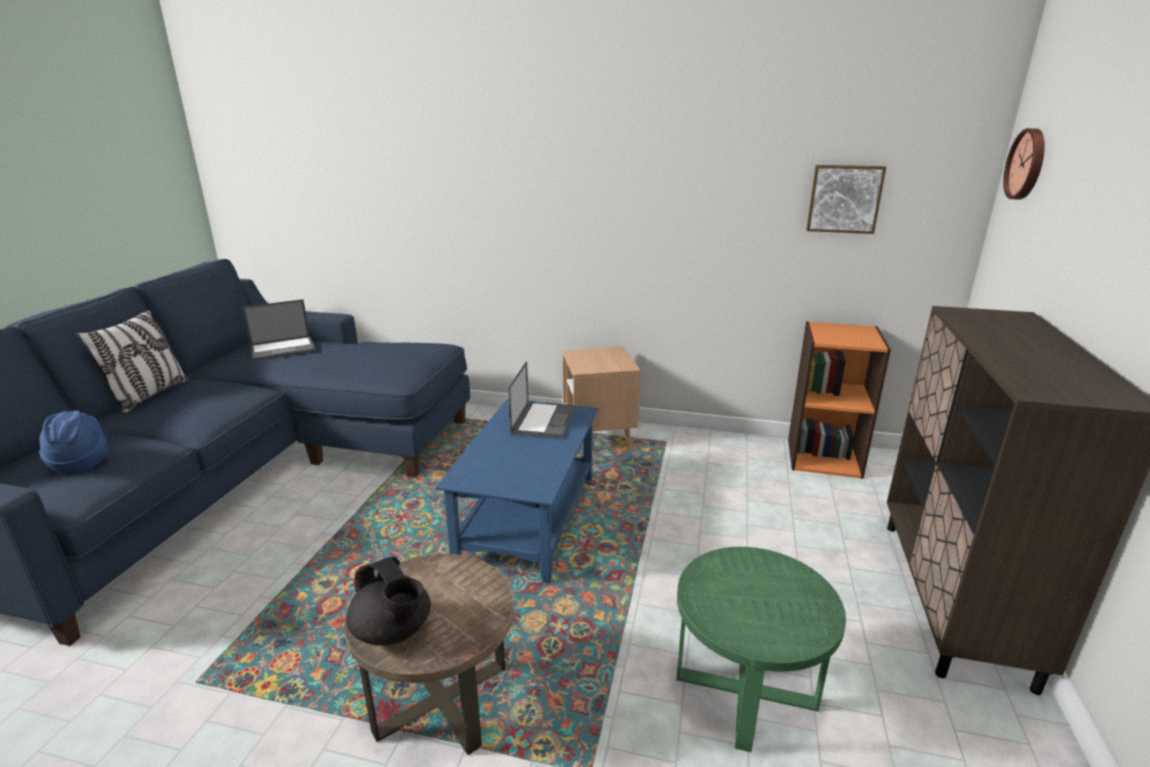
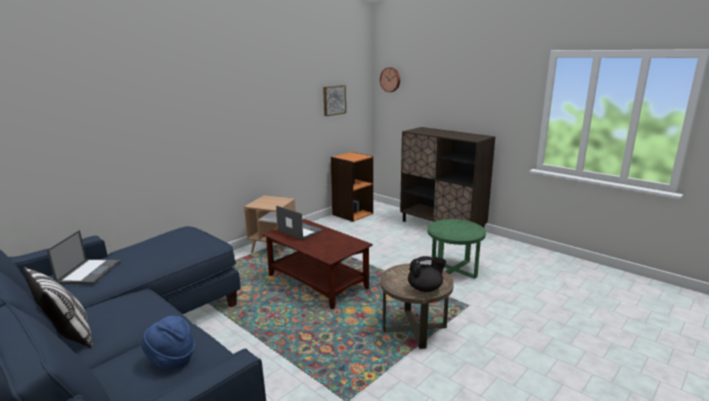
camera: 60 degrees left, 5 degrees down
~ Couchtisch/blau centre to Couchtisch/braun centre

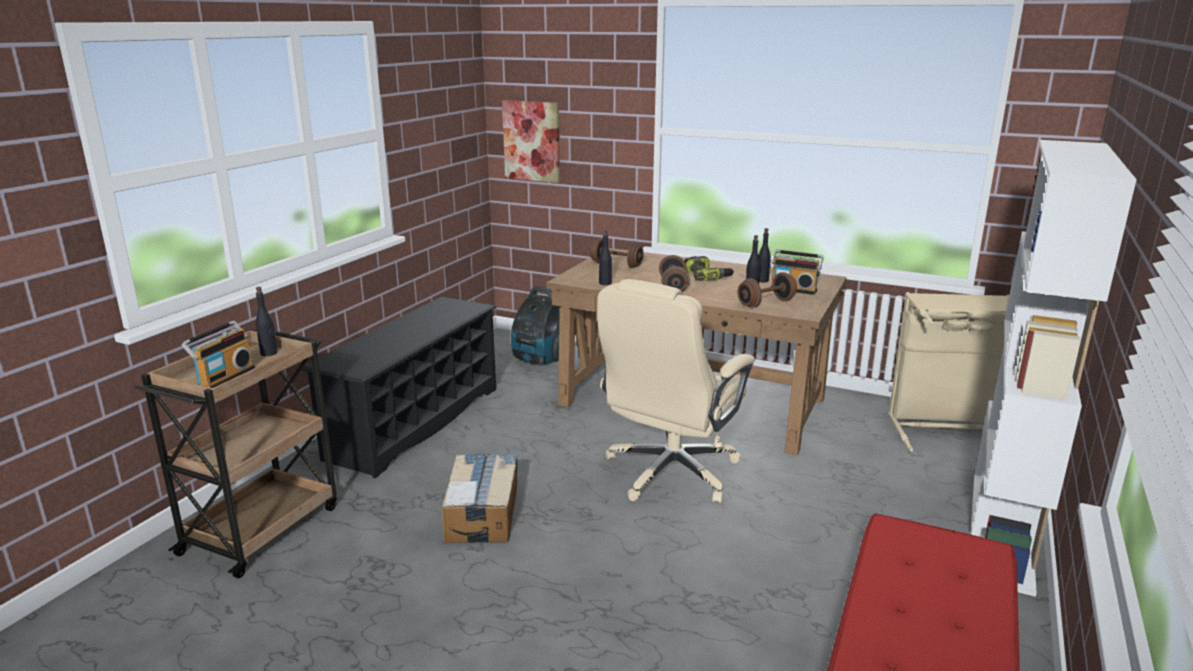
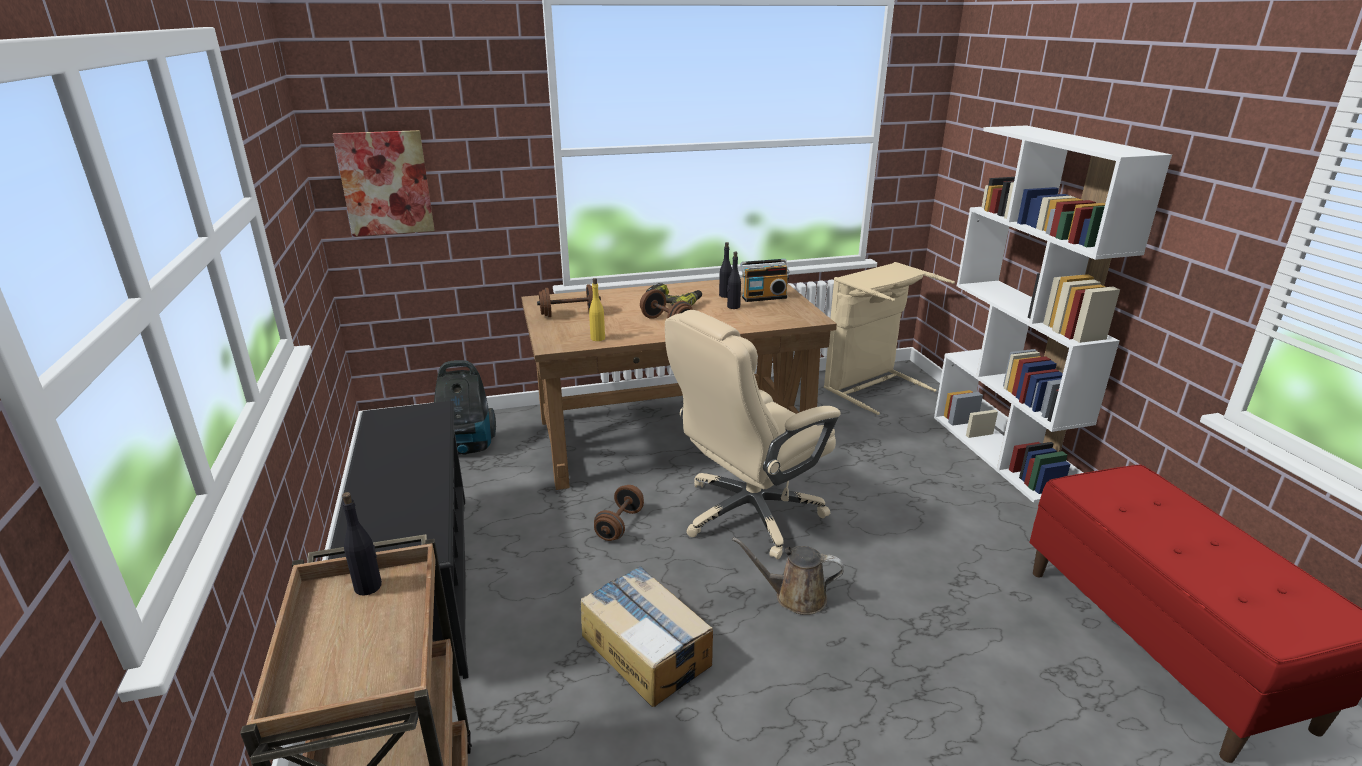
camera: 40 degrees left, 5 degrees up
- Radio (no. 1 from left) middle left
+ Gießkanne/braun bottom centre
~ Hantel/braun (no. 3 from left in the first image) centre to Hantel/braun (no. 2 from left) bottom centre
~ Flasche/schwarz (no. 2 from left) centre to Flasche/gelb centre
~ Bürostuhl/beige centre = centre 60 degrees clockwise

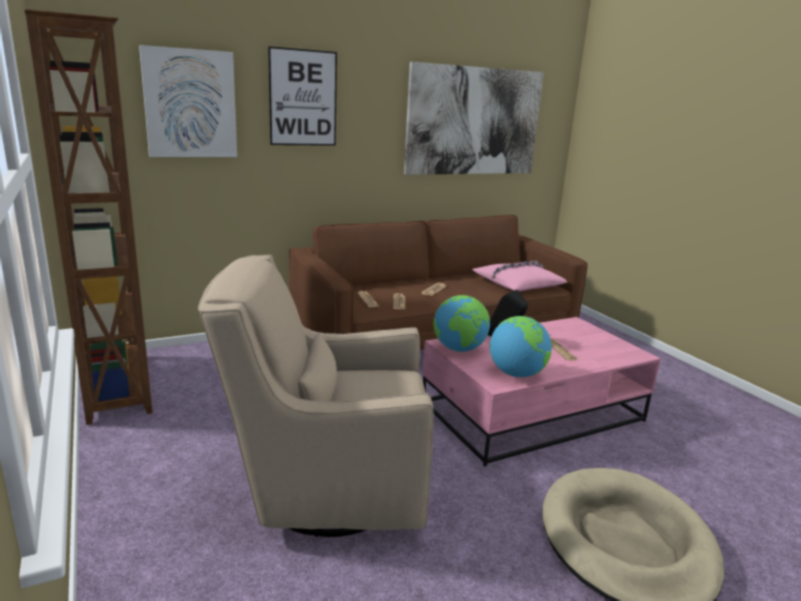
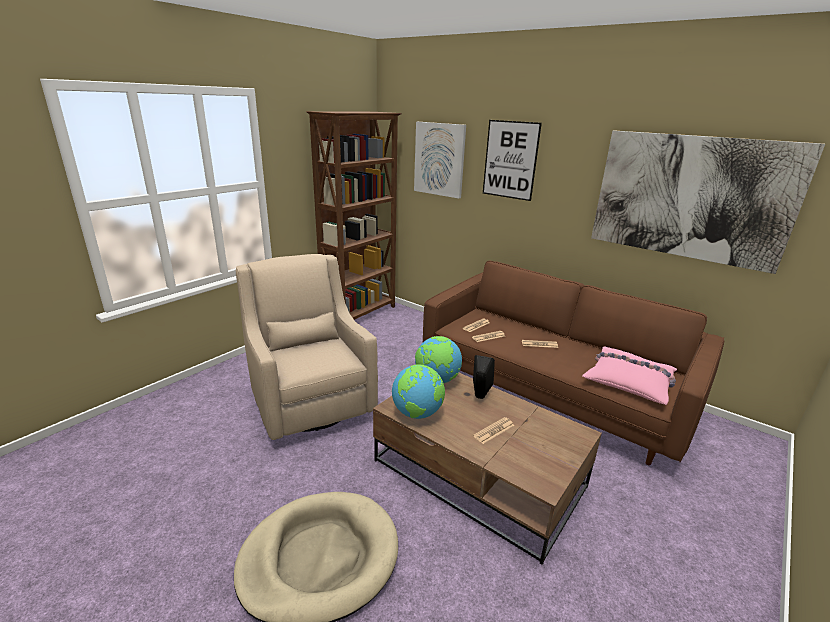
camera: 65 degrees right, 5 degrees up
~ Couchtisch/rosa middle right to Couchtisch/braun bottom centre

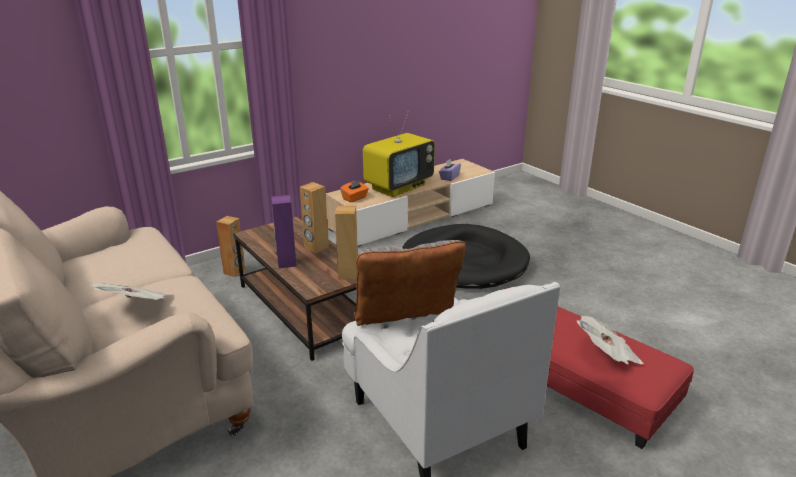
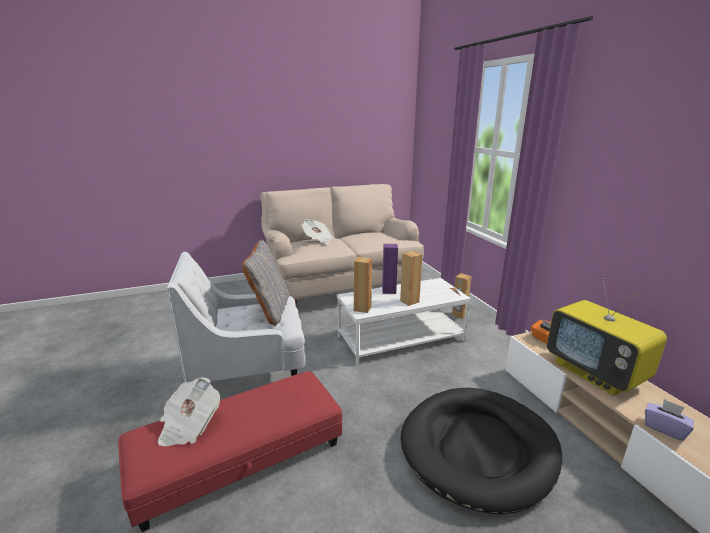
camera: 105 degrees right, 5 degrees down
~ Couchtisch/braun centre to Couchtisch/weiß centre

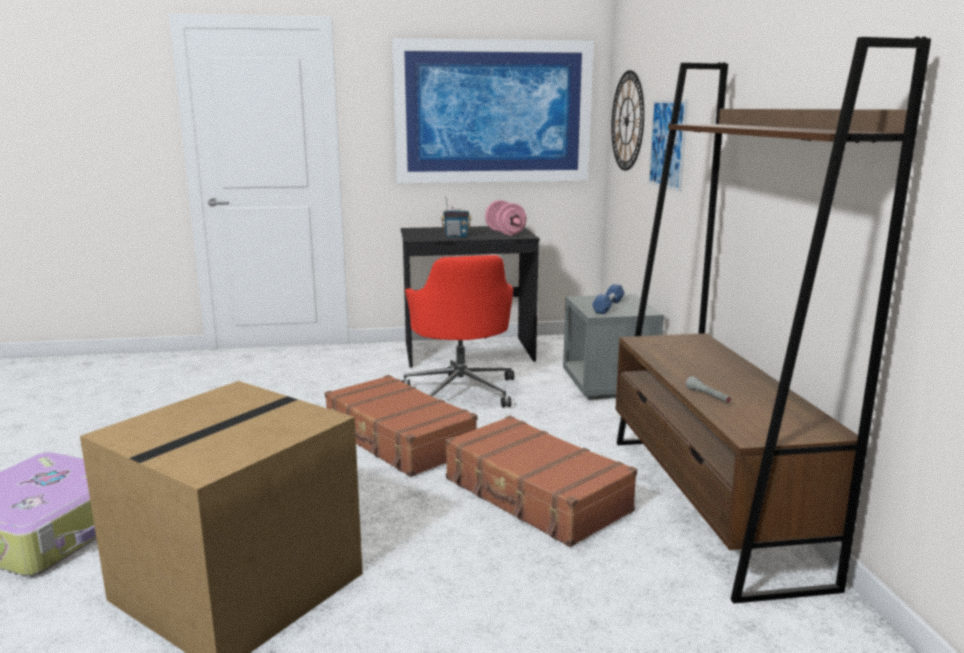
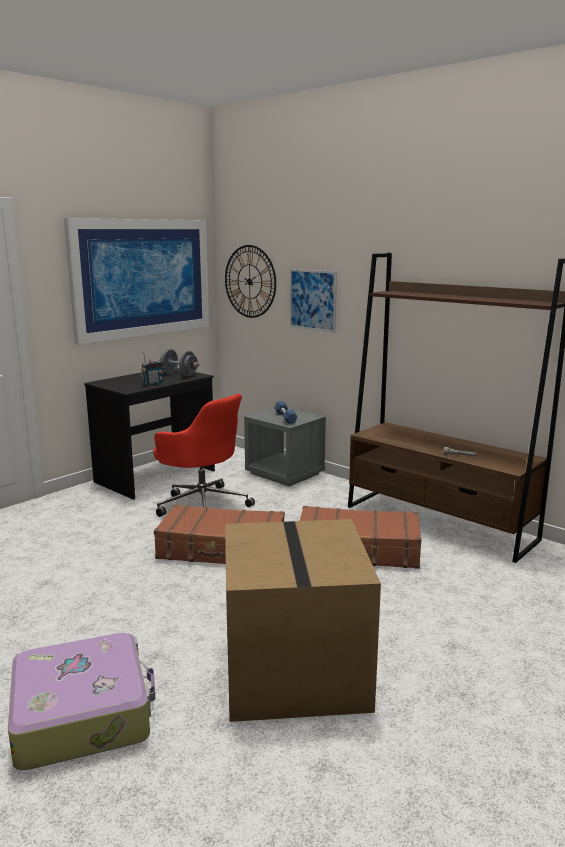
camera: 40 degrees left, 0 degrees up
~ Hantel/rosa centre to Hantel/grau middle left

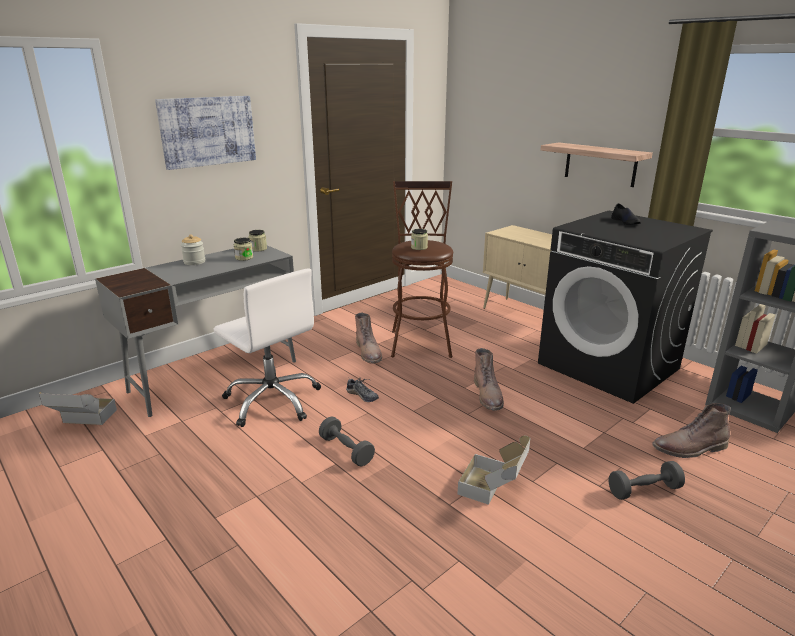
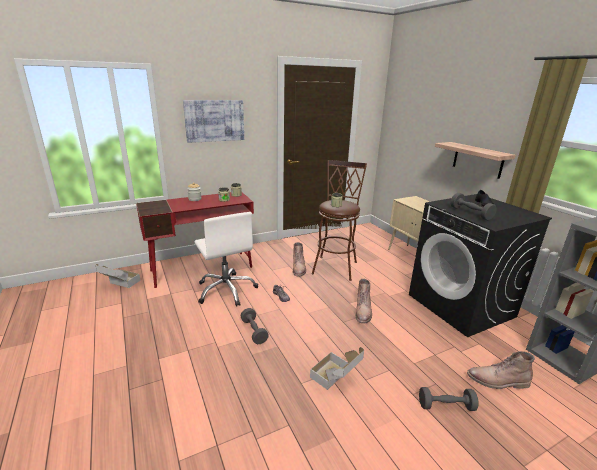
camera: 15 degrees right, 0 degrees up
+ Hantel/grau (no. 3 from left) middle right
~ Schreibtisch/grau middle left to Schreibtisch/rot middle left

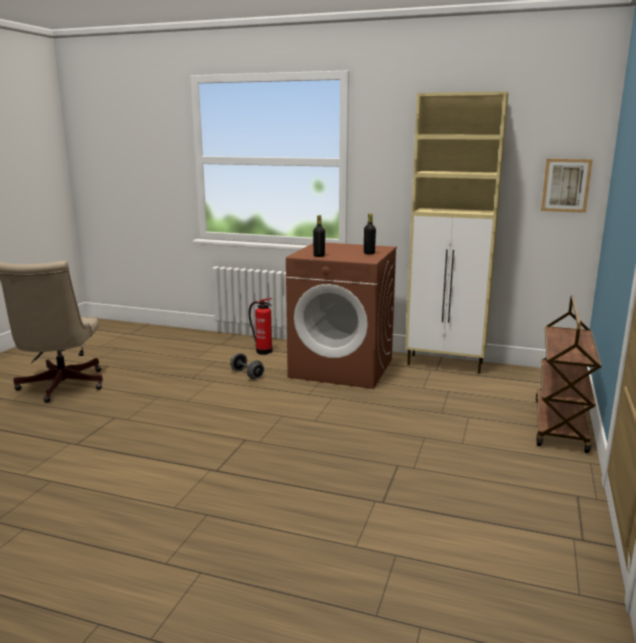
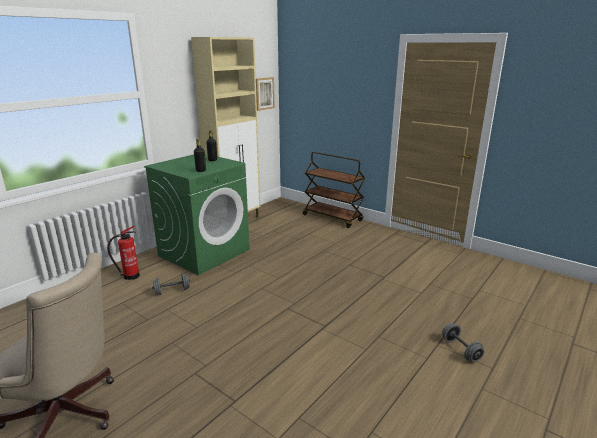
camera: 70 degrees left, 5 degrees up
+ Hantel/grau (no. 2 from left) bottom right
~ Waschmaschine/braun centre to Waschmaschine/grün middle left

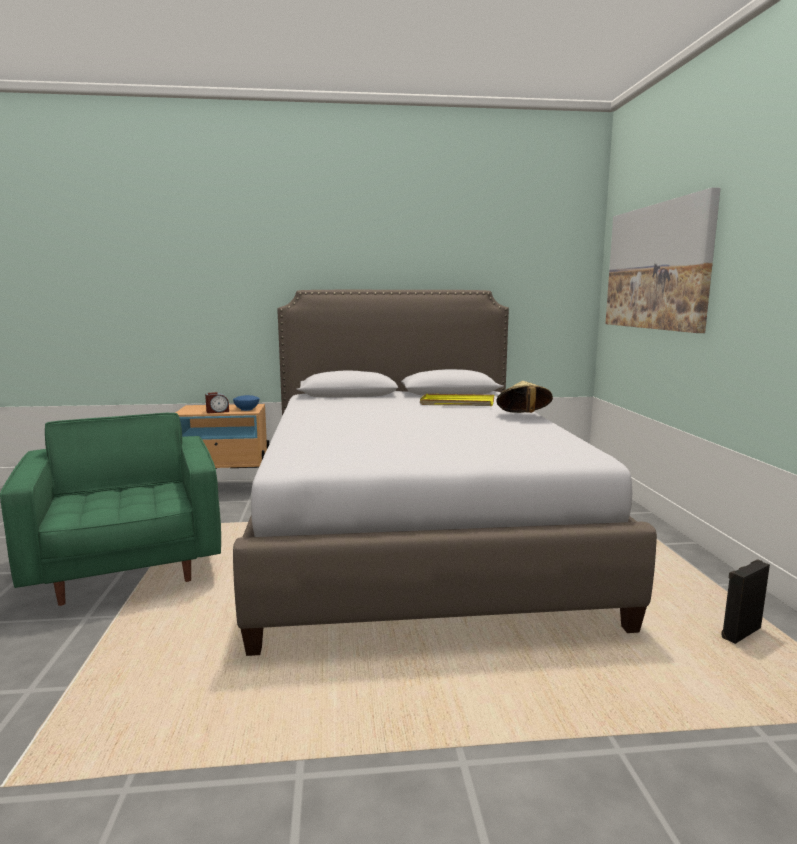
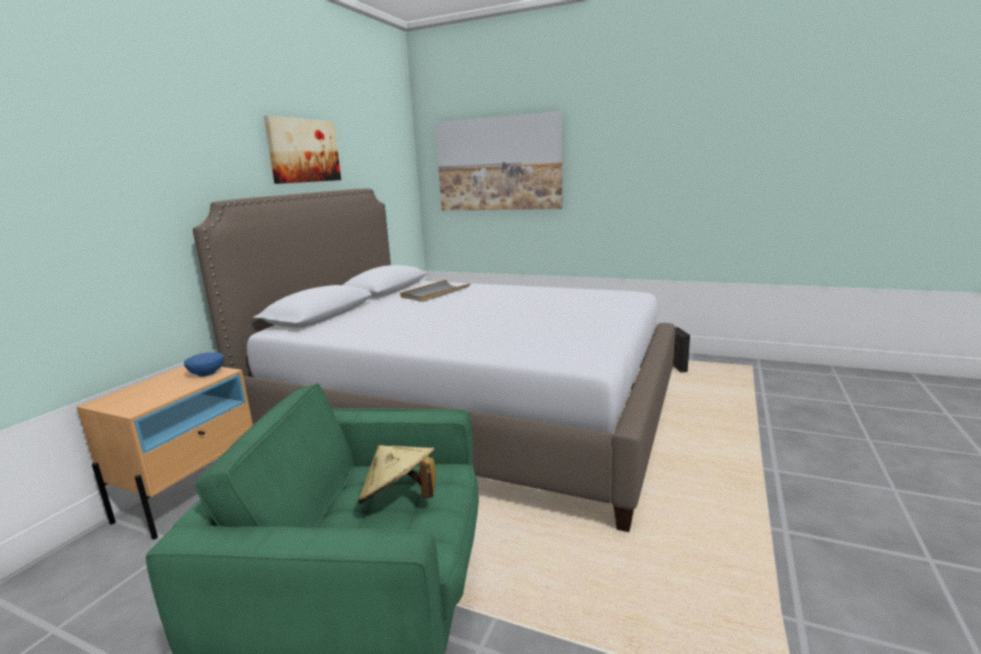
camera: 60 degrees left, 5 degrees up
- Wecker middle left
+ Bild (no. 1 from left) top left
~ Hut/beige centre to bottom centre
~ Tablett/gelb centre to Tablett/grau centre

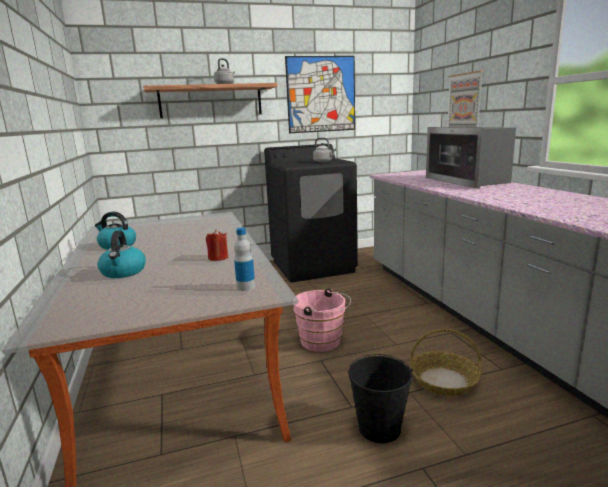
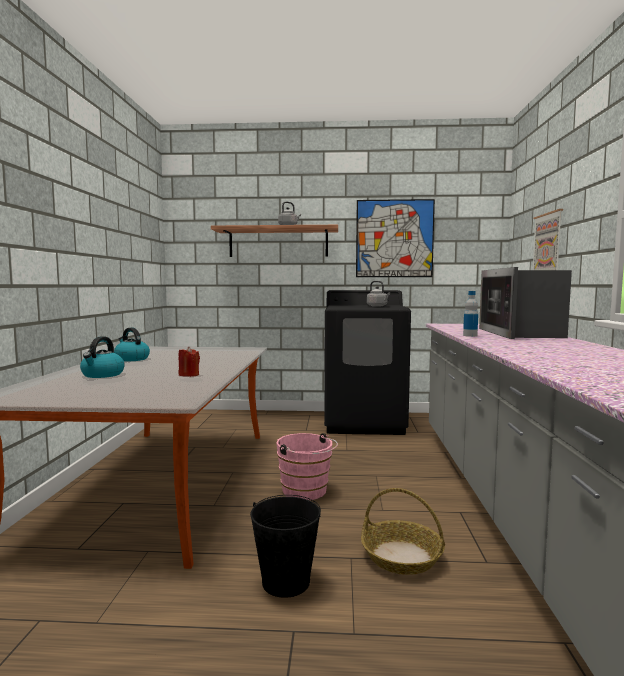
camera: 20 degrees right, 10 degrees down
~ Flasche centre to middle right

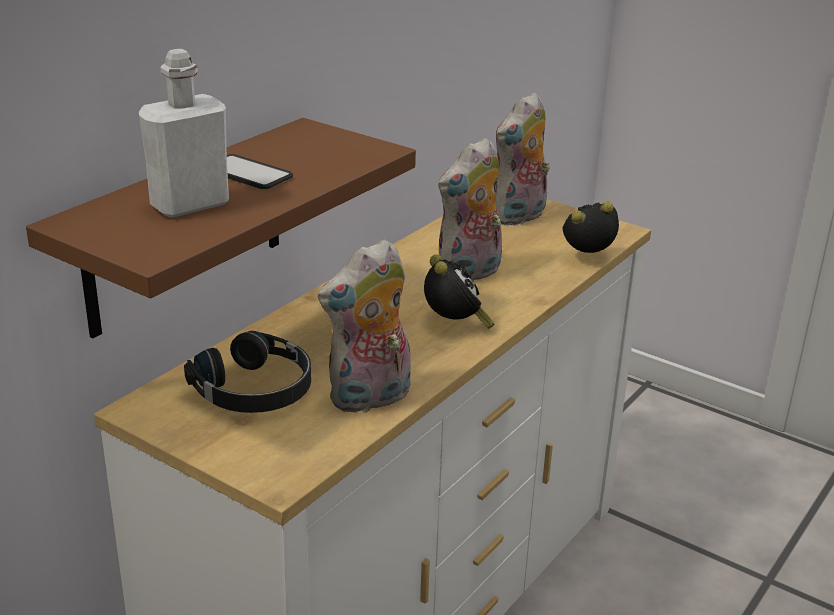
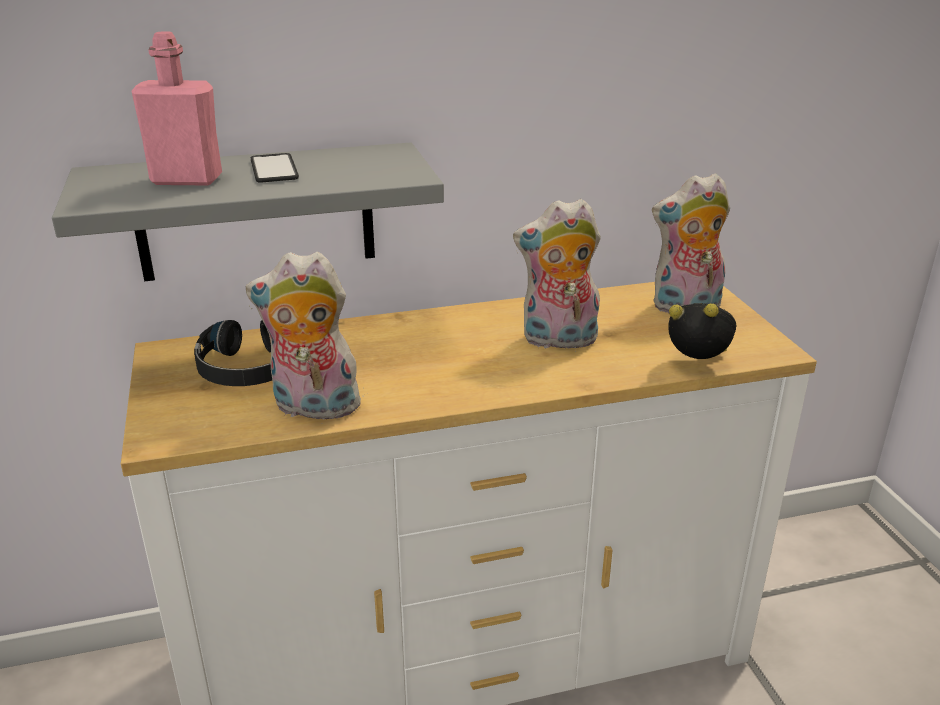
camera: 40 degrees right, 0 degrees up
- Wecker (no. 1 from left) centre
~ Wandregal/braun middle left to Wandregal/grau top left
~ Flasche/weiß top left to Flasche/rosa top left

